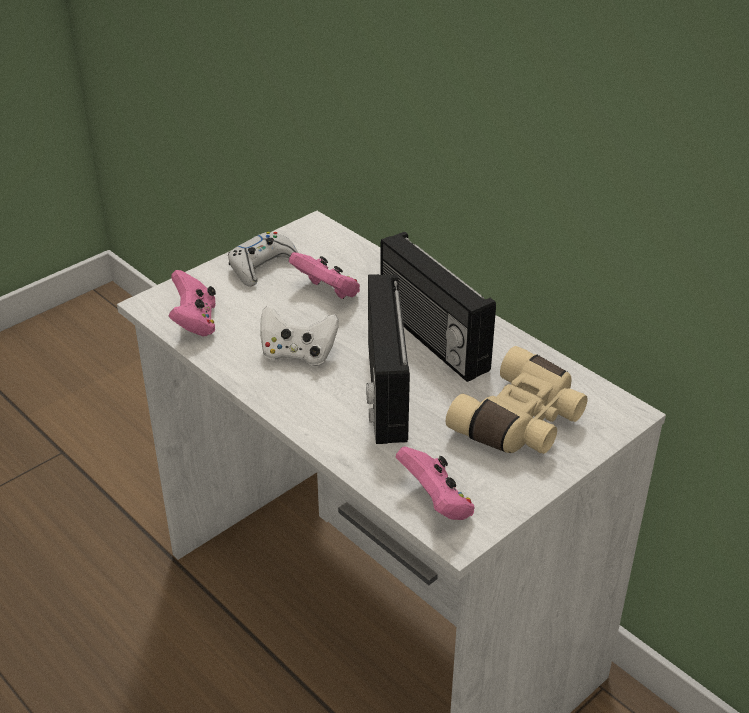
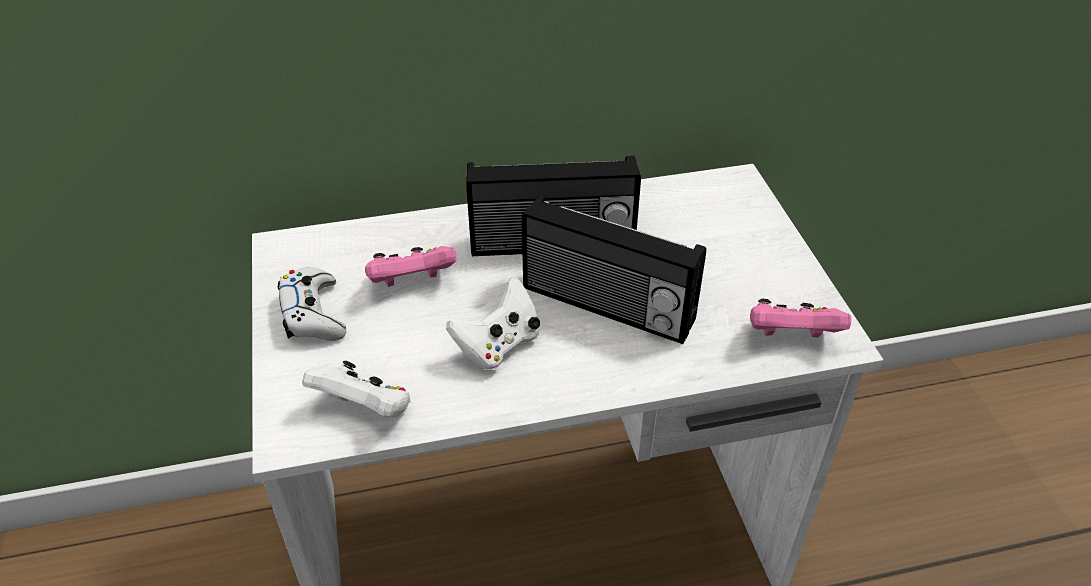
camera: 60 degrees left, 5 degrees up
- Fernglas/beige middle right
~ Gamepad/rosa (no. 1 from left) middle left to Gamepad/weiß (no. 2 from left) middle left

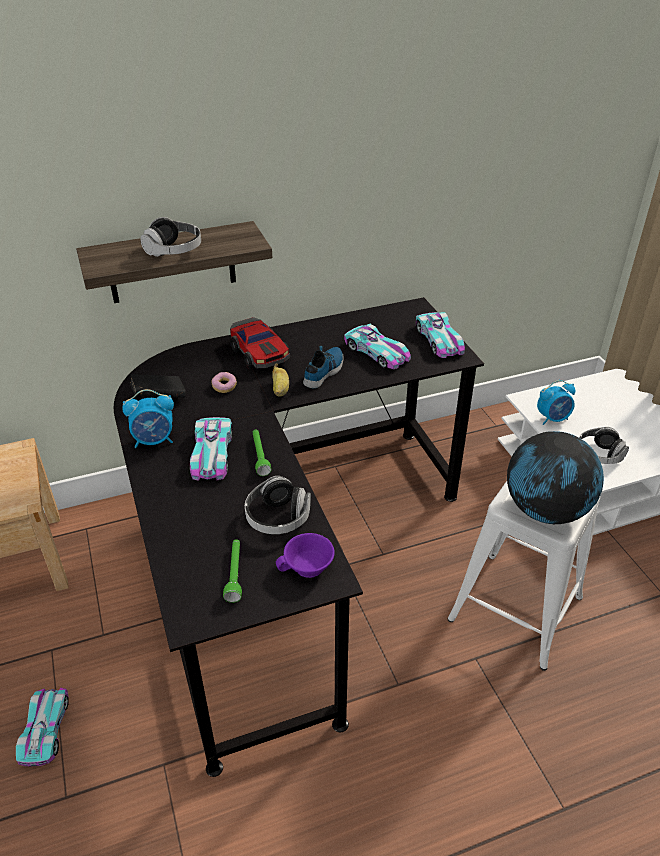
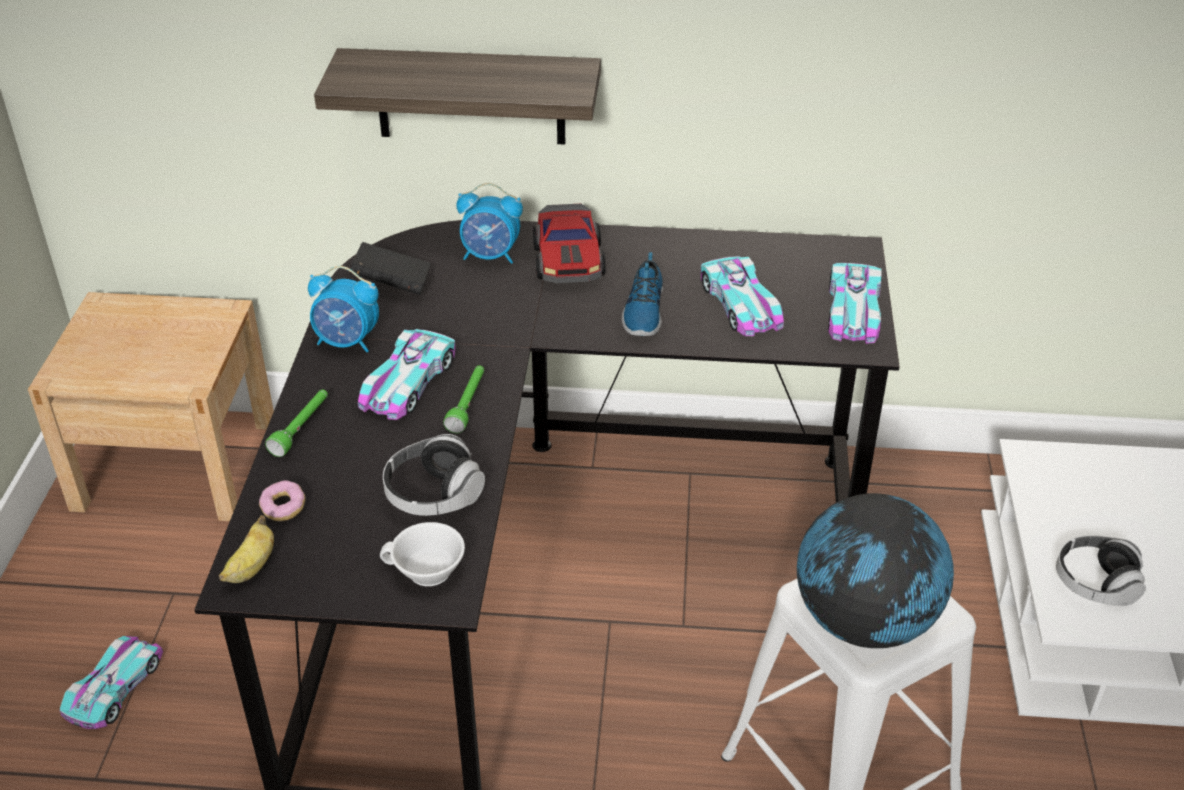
camera: 25 degrees right, 0 degrees up
- Kopfhörer (no. 1 from left) top left
~ Donut centre to middle left
~ Taschenlampe/grün (no. 1 from left) bottom centre to middle left
~ Banane centre to bottom left
~ Wecker (no. 2 from left) middle right to top centre
~ Tasse/lila centre to Tasse/weiß bottom centre
~ Schuh centre = centre 135 degrees clockwise

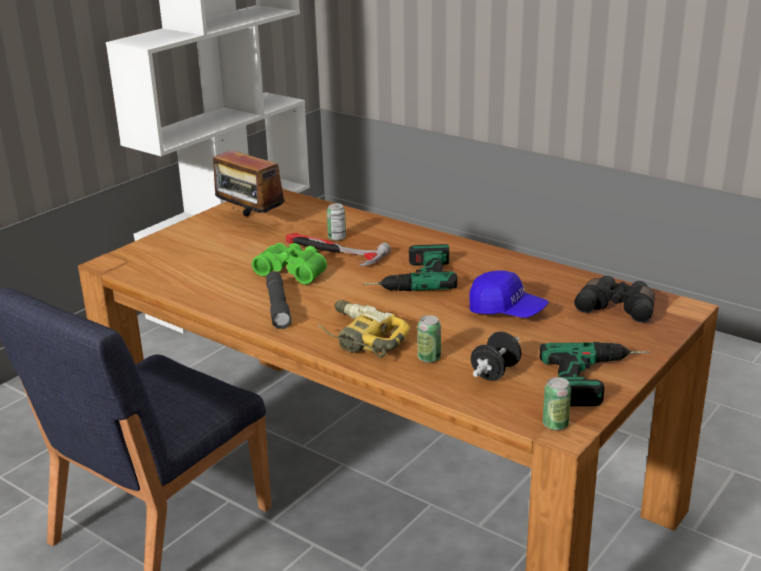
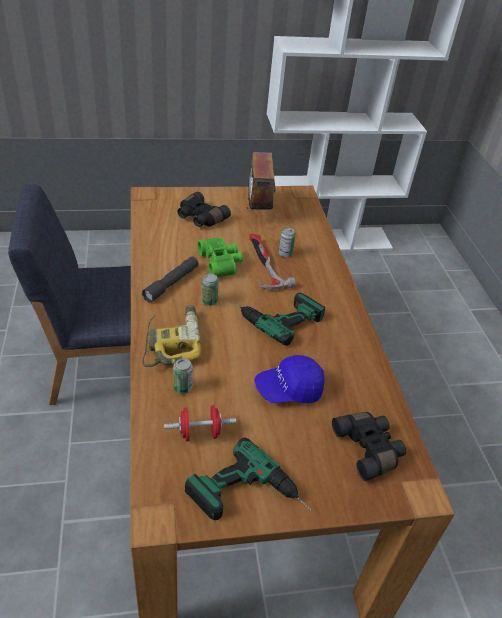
camera: 40 degrees right, 15 degrees up
+ Fernglas/schwarz (no. 1 from left) centre
~ Dose (no. 3 from left in the first image) bottom right to Dose (no. 2 from left) centre
~ Hantel/schwarz centre to Hantel/rot bottom centre
~ Kappe/blau middle right = centre 90 degrees clockwise

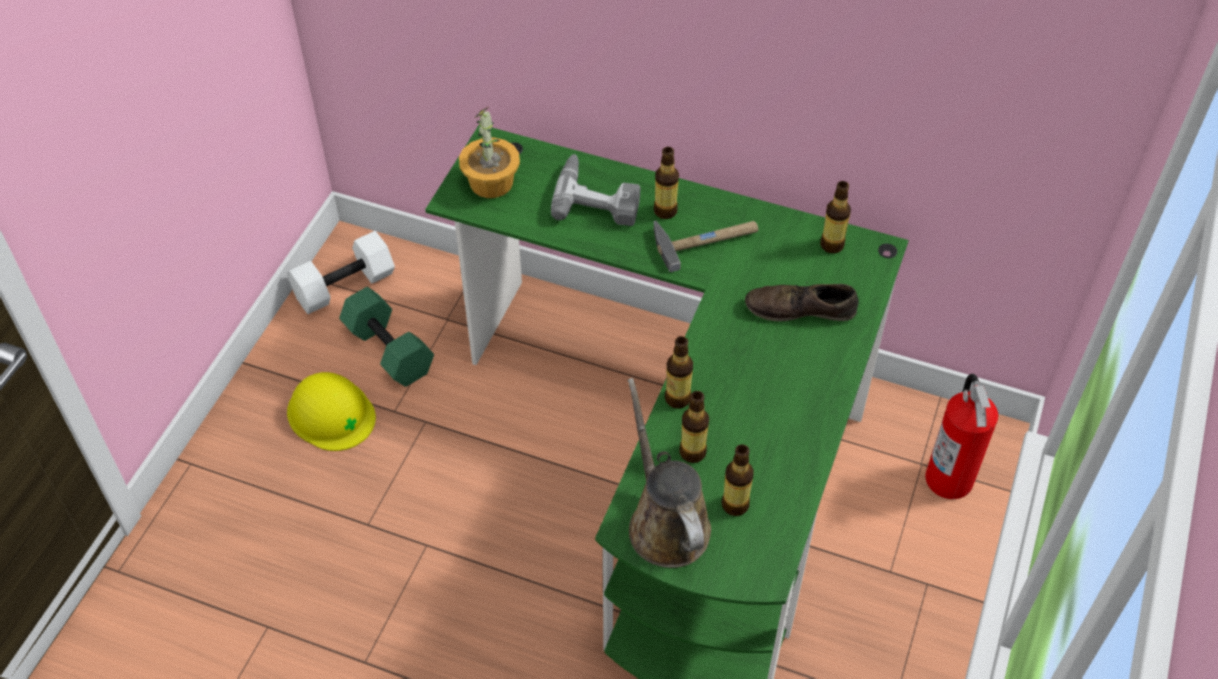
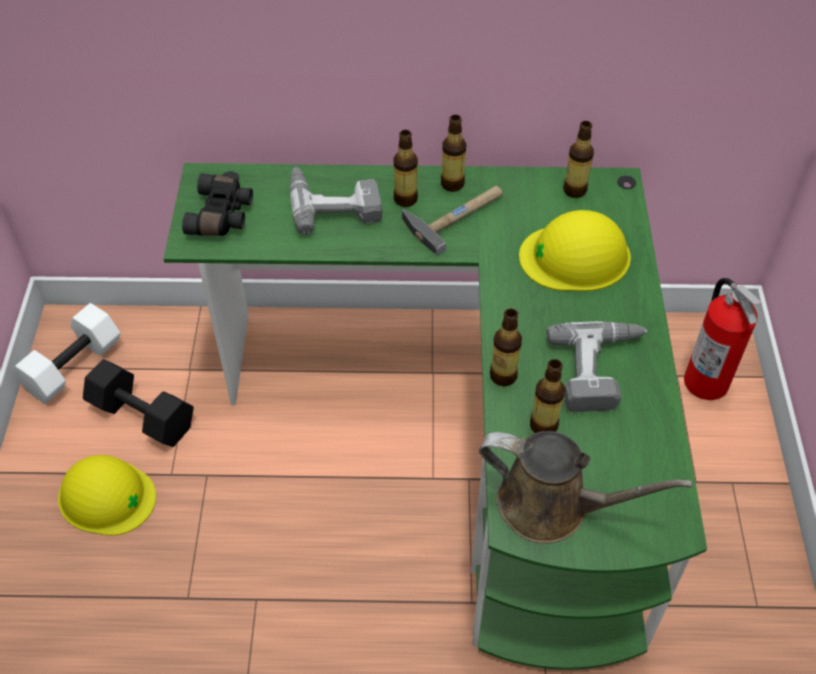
camera: 20 degrees left, 0 degrees up
+ Bohrmaschine (no. 2 from left) middle right
~ Flasche (no. 4 from left in the first image) bottom centre to Flasche (no. 2 from left) top centre
~ Topfpflanze top centre to Fernglas/schwarz top left
~ Schuh/braun centre to Schutzhelm/gelb (no. 2 from left) middle right
~ Hantel/grün middle left to Hantel/schwarz middle left
~ Gießkanne/braun bottom centre = bottom right 150 degrees clockwise

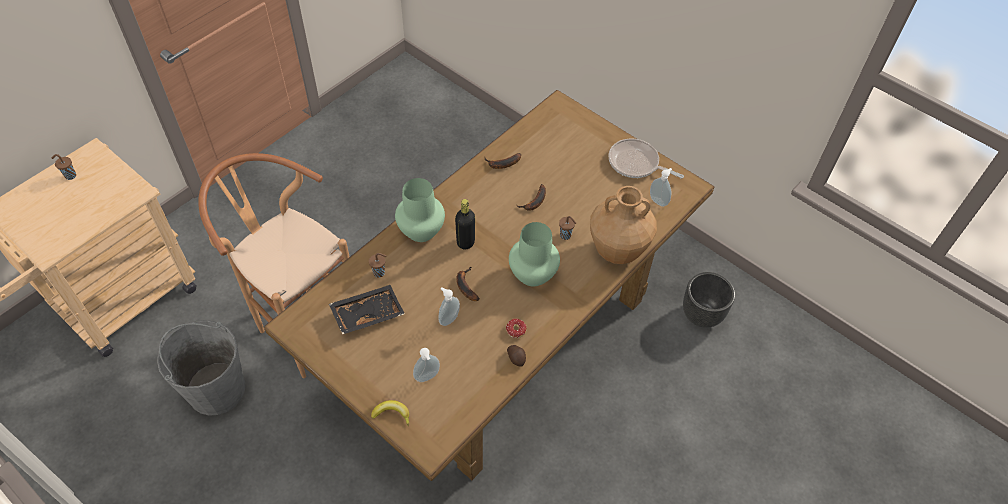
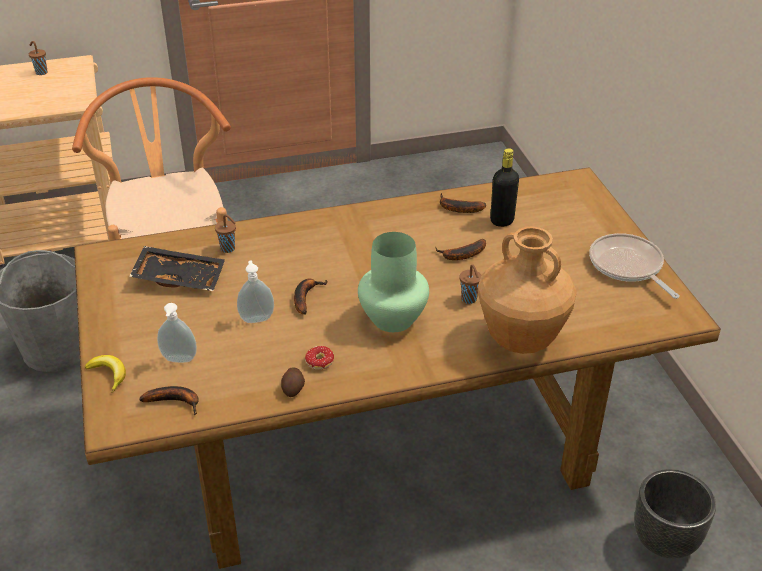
camera: 35 degrees right, 15 degrees down
- Vase/grün (no. 1 from left) centre
- Seifenspender (no. 3 from left) centre
+ Banane (no. 2 from left) bottom left
~ Flasche/schwarz centre to top centre

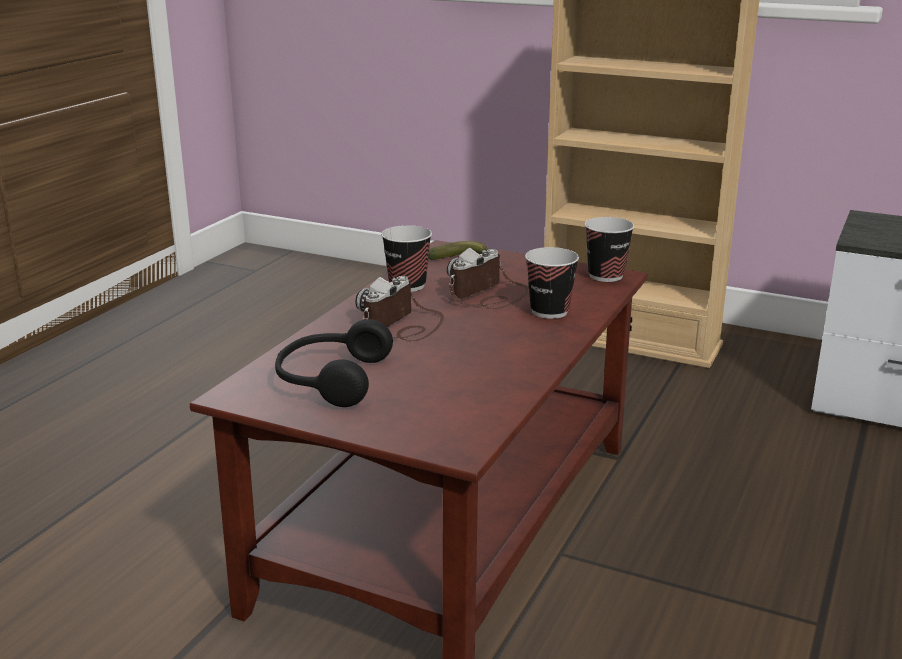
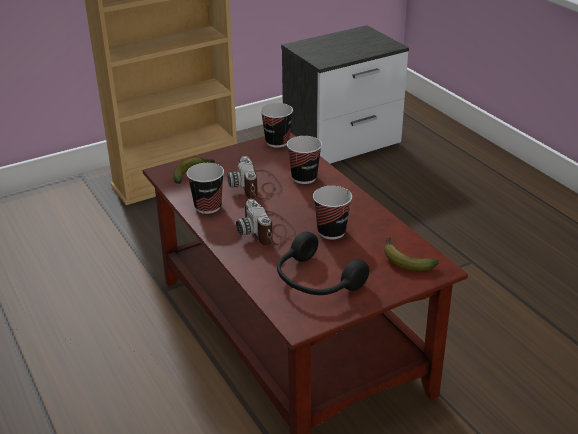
camera: 55 degrees left, 10 degrees up
+ Tasse (no. 4 from left) centre
+ Banane (no. 2 from left) middle right

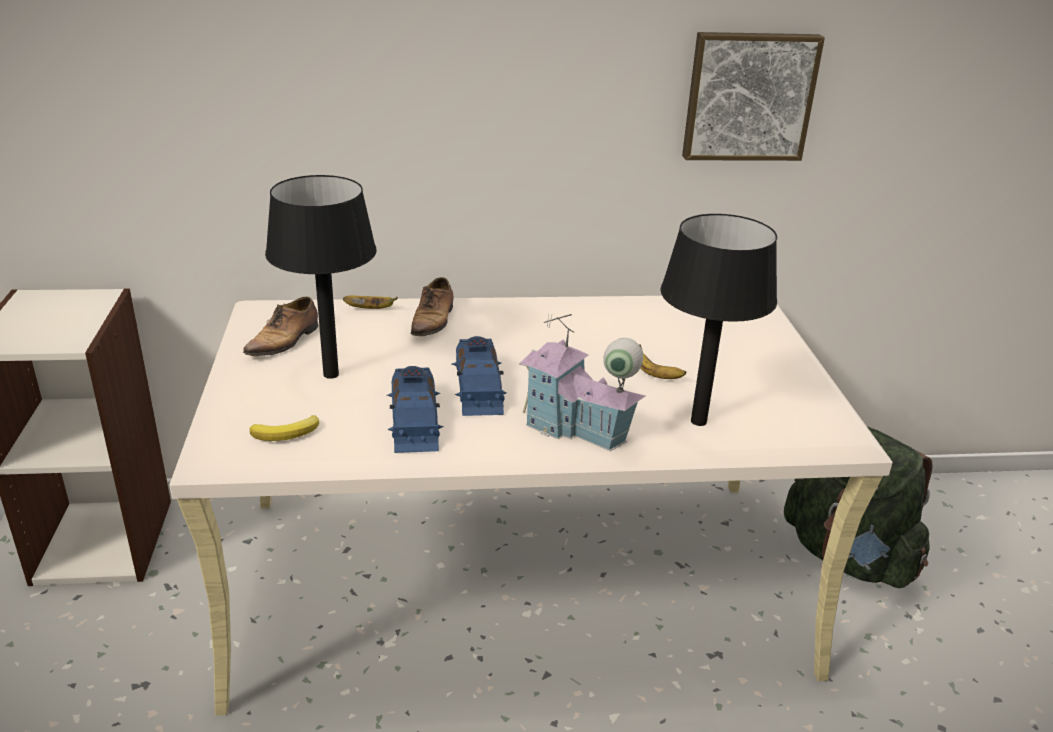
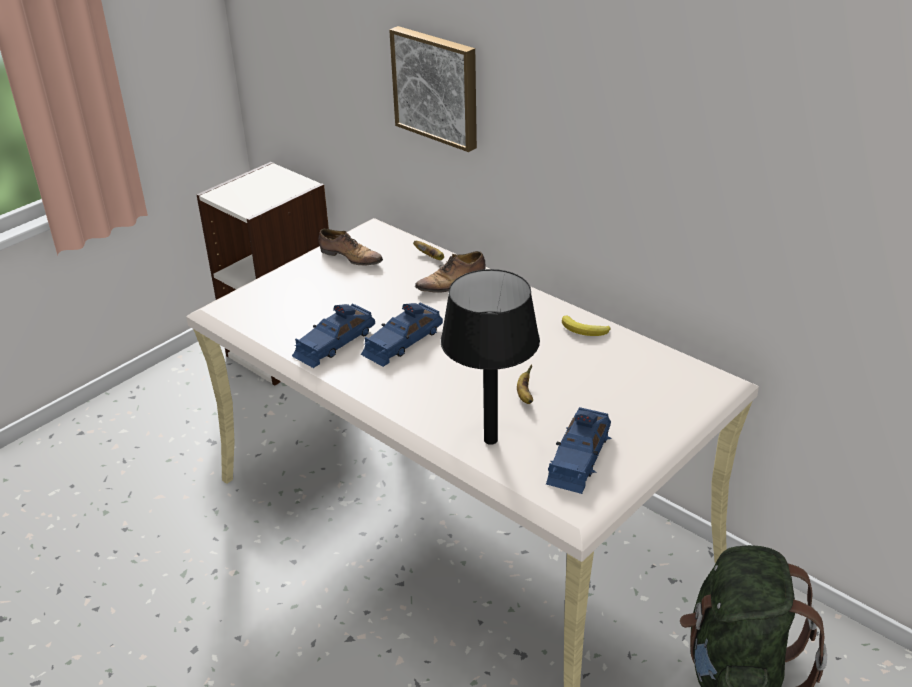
camera: 50 degrees right, 5 degrees up
- Tischlampe/schwarz (no. 1 from left) middle left
- Spielzeughaus centre
+ Spielzeugauto/blau (no. 3 from left) centre
~ Banane (no. 1 from left in the first image) middle left to Banane (no. 3 from left) centre
~ Bild top right to top centre
~ Schuh (no. 1 from left) middle left = centre 135 degrees counterclockwise

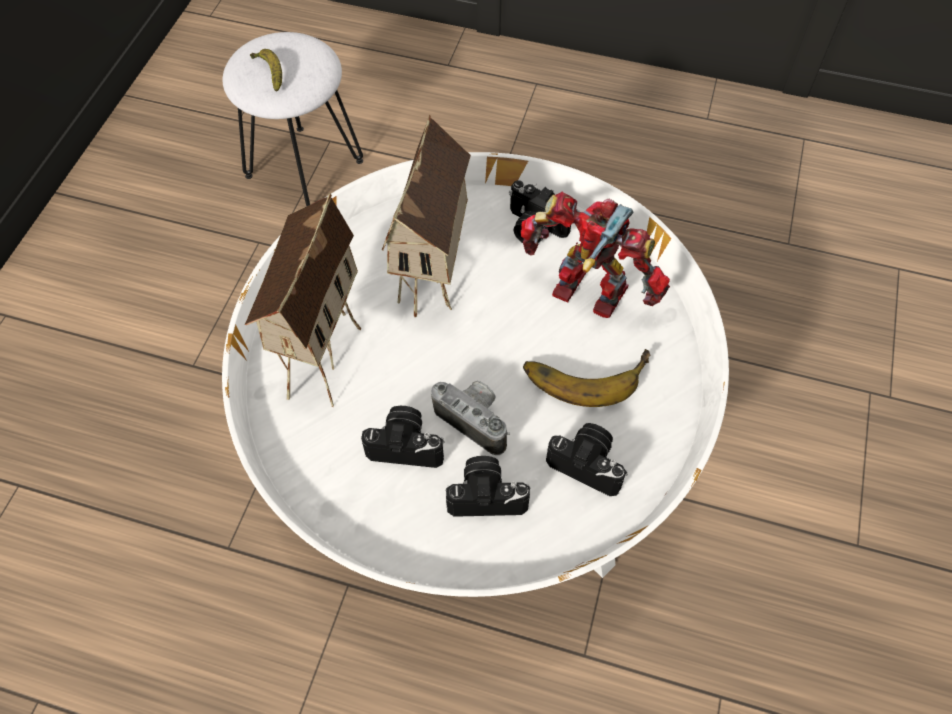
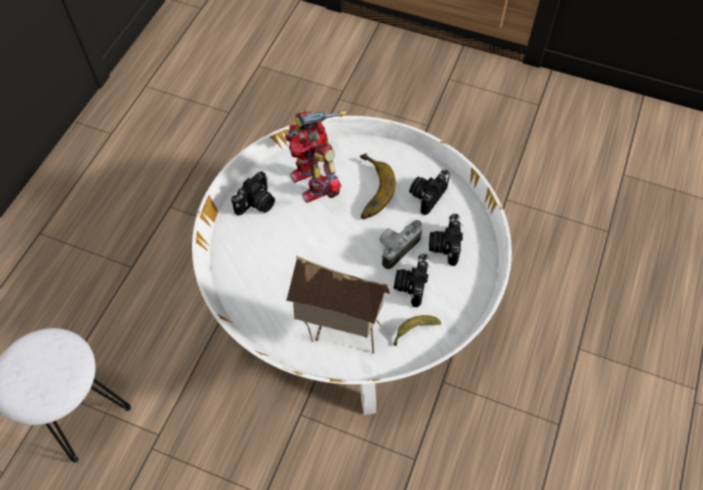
camera: 85 degrees left, 0 degrees up
- Spielzeughaus (no. 2 from left) top centre
~ Banane (no. 1 from left in the first image) top left to Banane (no. 2 from left) bottom centre
~ Spielzeugroboter centre = top centre 60 degrees counterclockwise

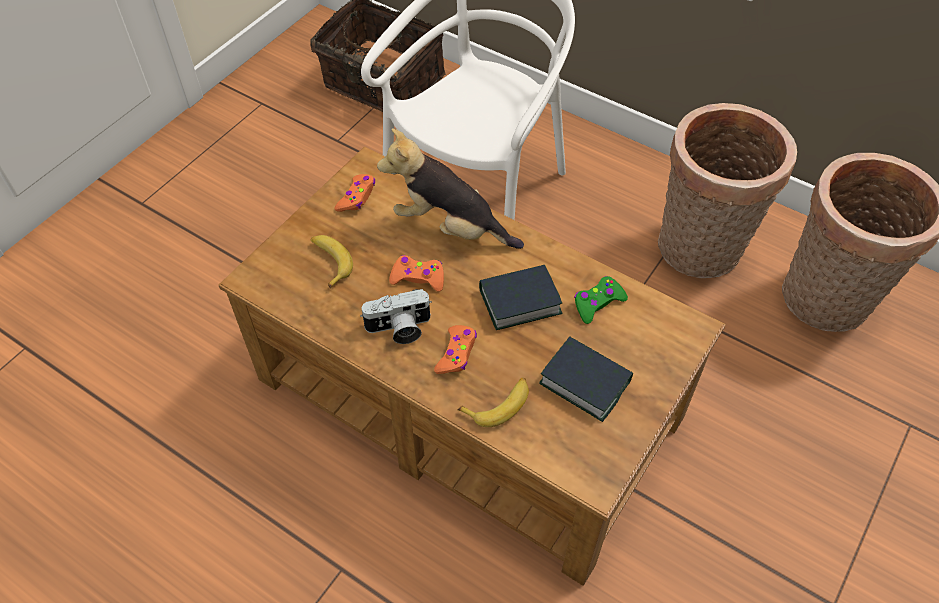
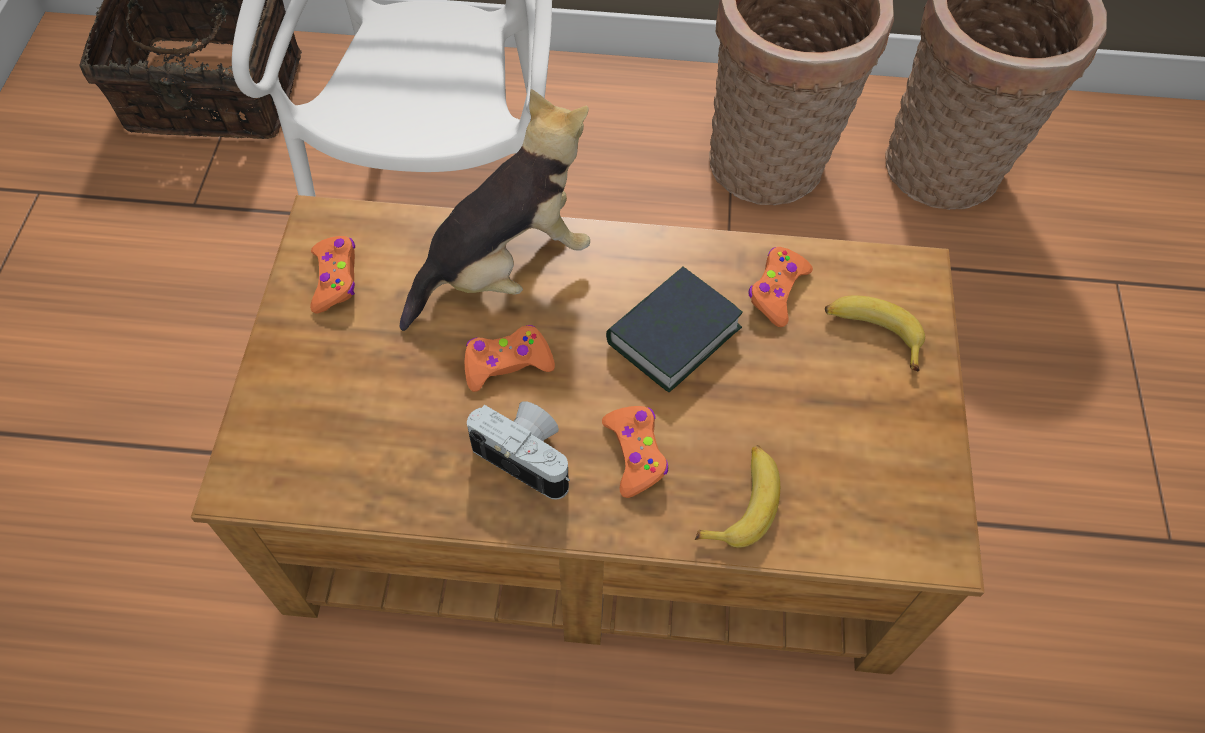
camera: 30 degrees left, 5 degrees up
- Buch (no. 2 from left) centre
~ Banane (no. 1 from left in the first image) centre to Banane (no. 2 from left) middle right
~ Gamepad/grün centre to Gamepad/orange (no. 4 from left) centre
~ Kamera centre = centre 105 degrees counterclockwise
~ Plüschtier top centre = top centre 150 degrees clockwise

